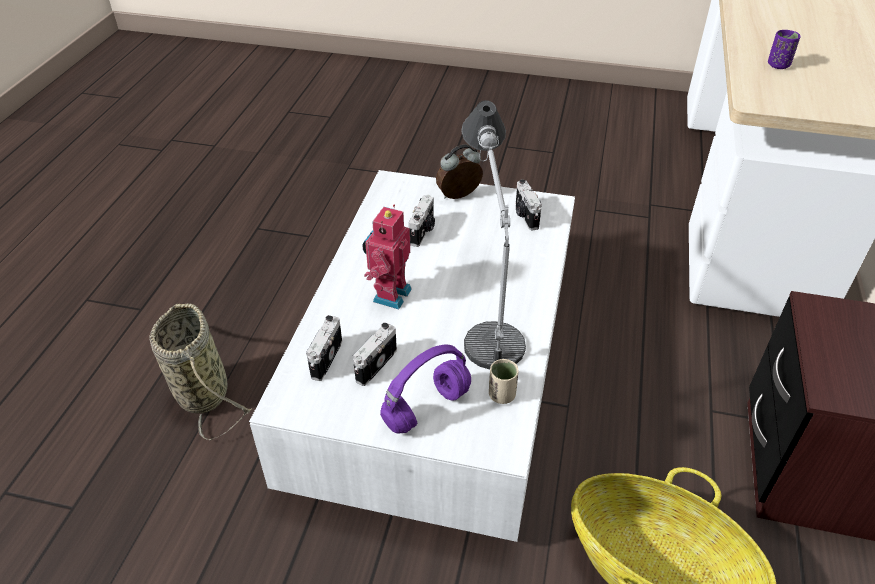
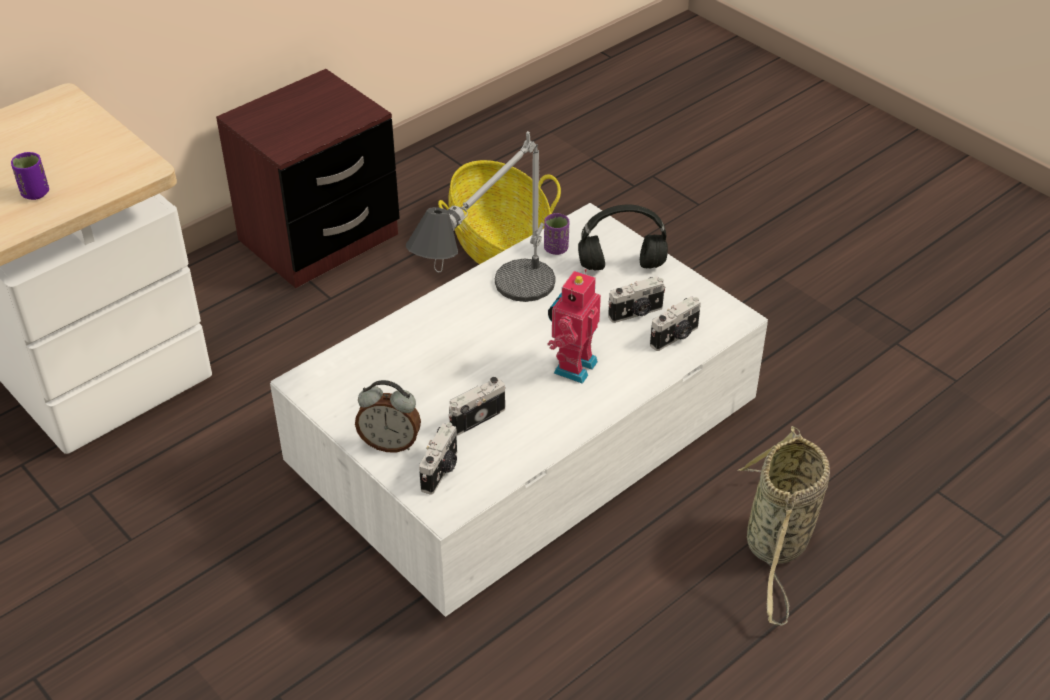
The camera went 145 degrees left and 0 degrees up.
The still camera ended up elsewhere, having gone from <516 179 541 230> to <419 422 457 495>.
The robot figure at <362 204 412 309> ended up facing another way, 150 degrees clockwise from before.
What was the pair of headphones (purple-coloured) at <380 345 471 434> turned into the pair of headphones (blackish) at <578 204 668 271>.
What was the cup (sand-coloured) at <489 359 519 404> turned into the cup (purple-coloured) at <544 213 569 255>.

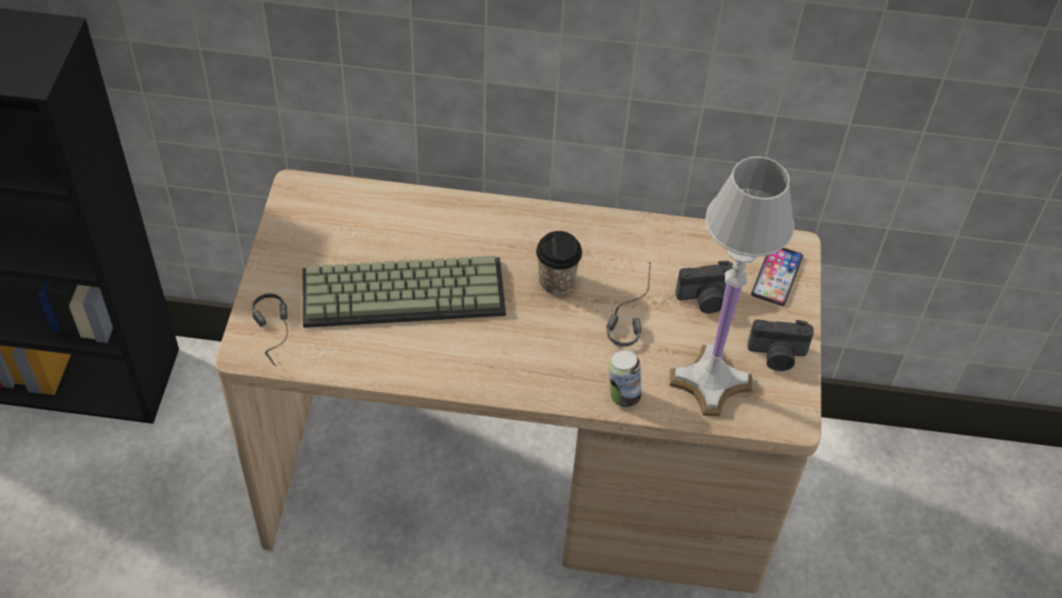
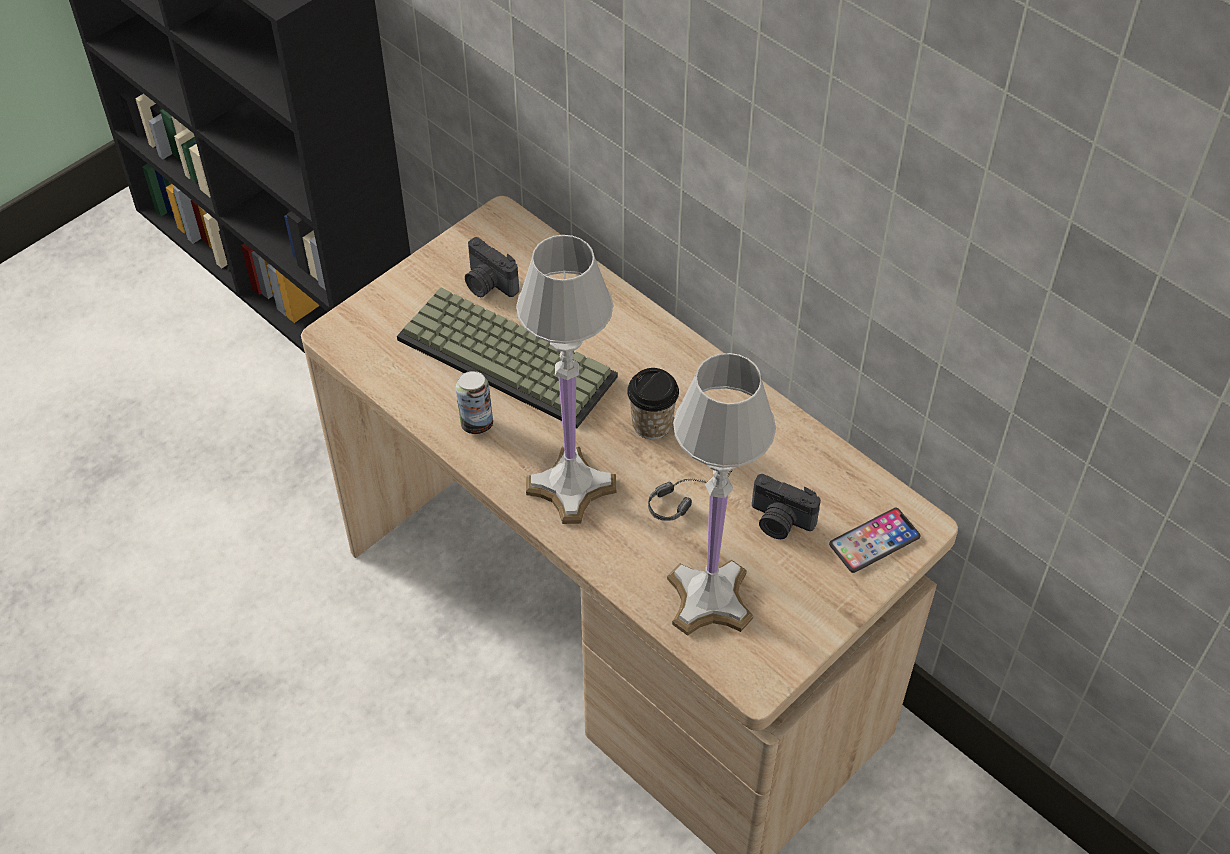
The camera went 40 degrees right and 0 degrees up.
The second view lost the pair of headphones at <252 294 288 366>.
The still camera ended up elsewhere, having gone from <748 320 814 371> to <465 237 519 297>.
The metal can ended up elsewhere, having gone from <609 350 642 407> to <456 371 493 434>.
The second view gained the lamp for a table (whitish) at <516 235 616 524>.

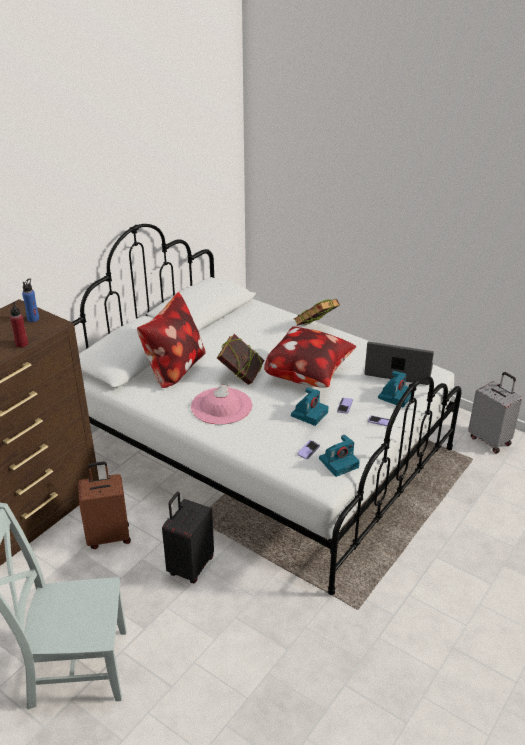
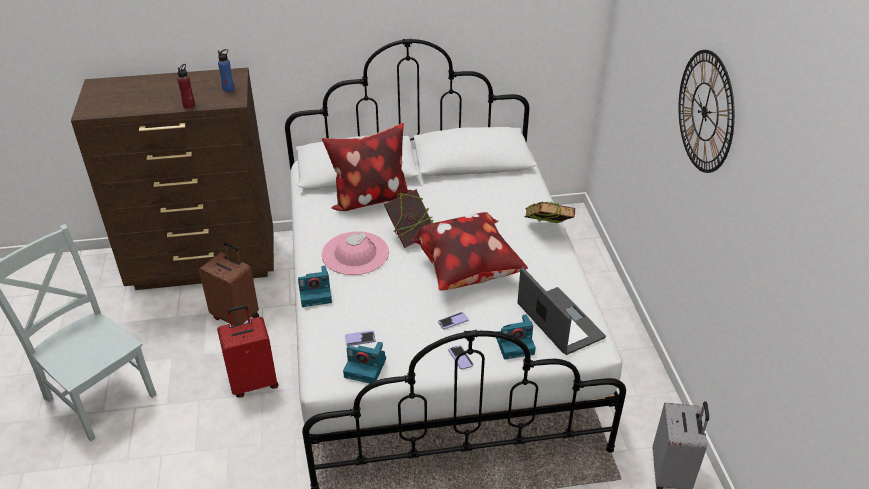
The camera went 45 degrees right and 5 degrees up.
The still camera ended up elsewhere, having gone from <291 387 329 426> to <298 266 332 307>.
What was the travel case (blackish) at <162 492 214 583> turned into the travel case (red) at <217 305 278 398>.
The second view gained the wall clock at <679 50 735 173>.

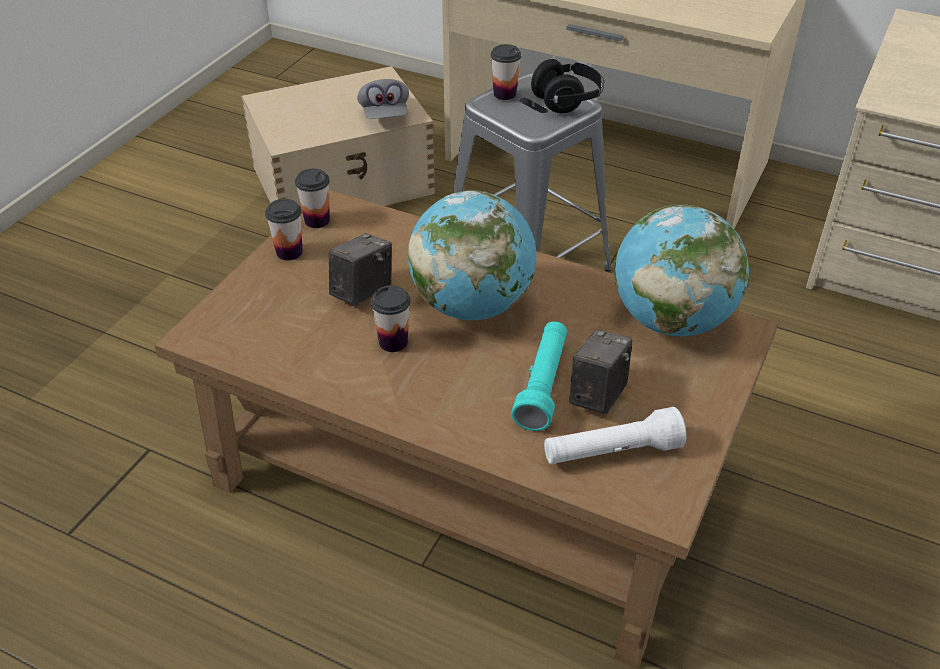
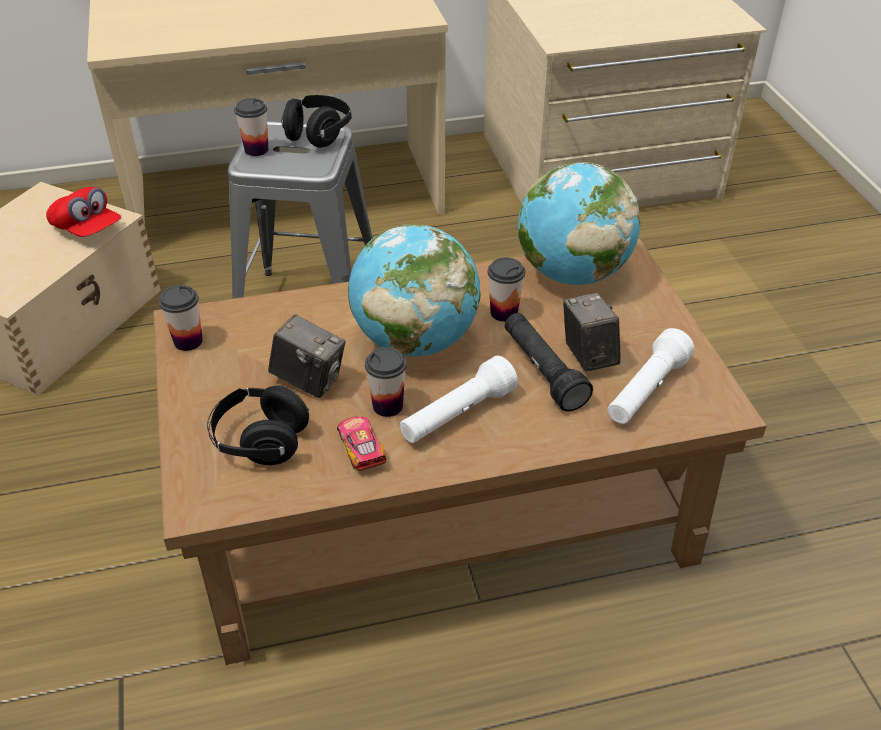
The camera went 40 degrees left and 0 degrees up.
What was the cap (greyish) at <357 79 409 119> turned into the cap (red) at <46 187 121 237>.
The cup ended up elsewhere, having gone from <265 199 303 260> to <488 257 525 322>.
The still camera at <329 233 392 306> ended up facing another way, 120 degrees clockwise from before.
What was the flashlight (turquoise-coloured) at <511 321 567 431> turned into the flashlight (blackish) at <504 313 593 412>.
The second view gained the flashlight (whitish) at <400 356 518 443>.
The second view gained the pair of headphones (blackish) at <207 385 310 465>.
The second view gained the miniature car at <337 416 386 471>.

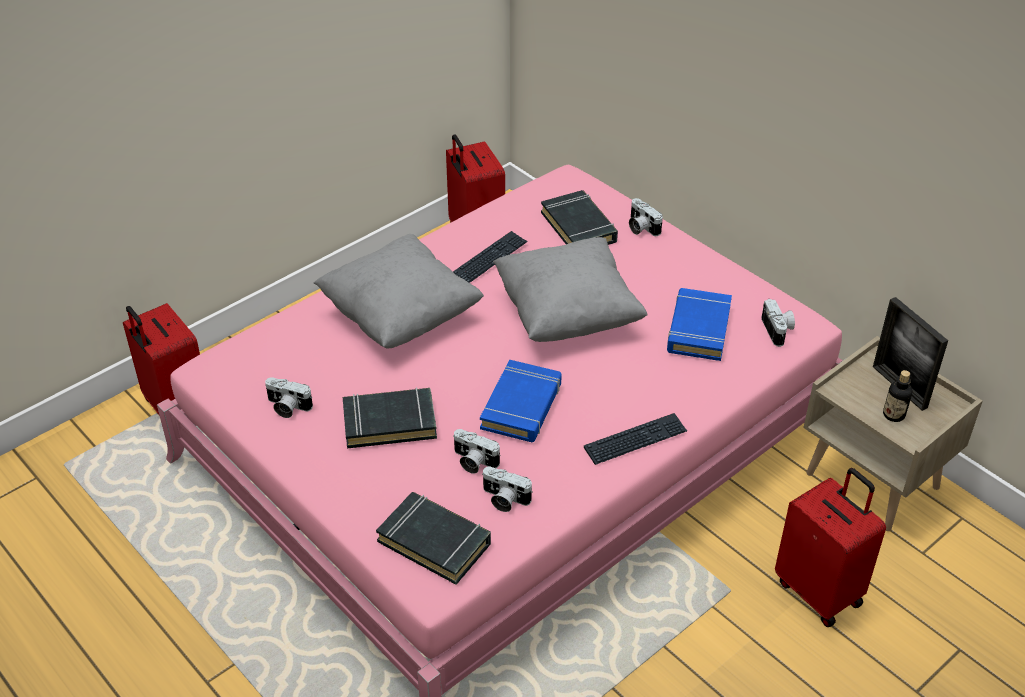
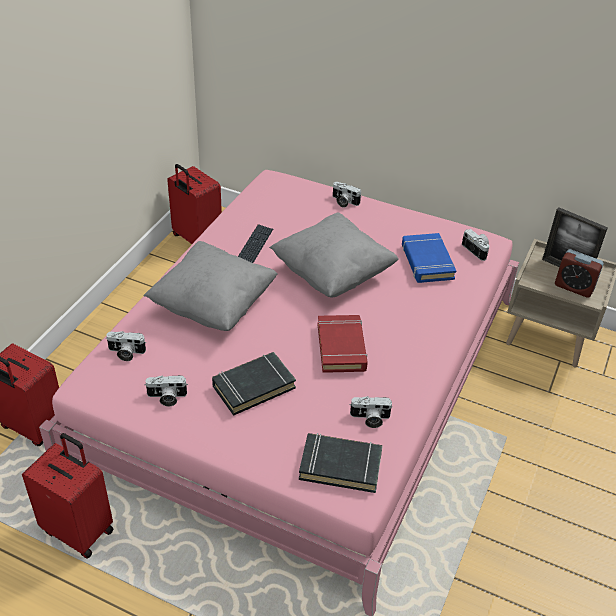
The camera went 25 degrees left and 0 degrees up.
The second view lost the bound book (blackish) at <541 190 618 245>.
What was the bound book (blue-coloured) at <480 360 562 442> turned into the bound book (red) at <317 315 368 373>.
Where the bottle stood at <883 370 913 422>, the alarm clock came to stand at <555 249 604 298>.
The second view lost the PC keyboard at <584 413 687 465>.
The still camera ended up elsewhere, having gone from <453 429 501 474> to <106 331 146 361>.
The travel case (red) ended up elsewhere, having gone from <775 468 886 627> to <22 433 114 559>.

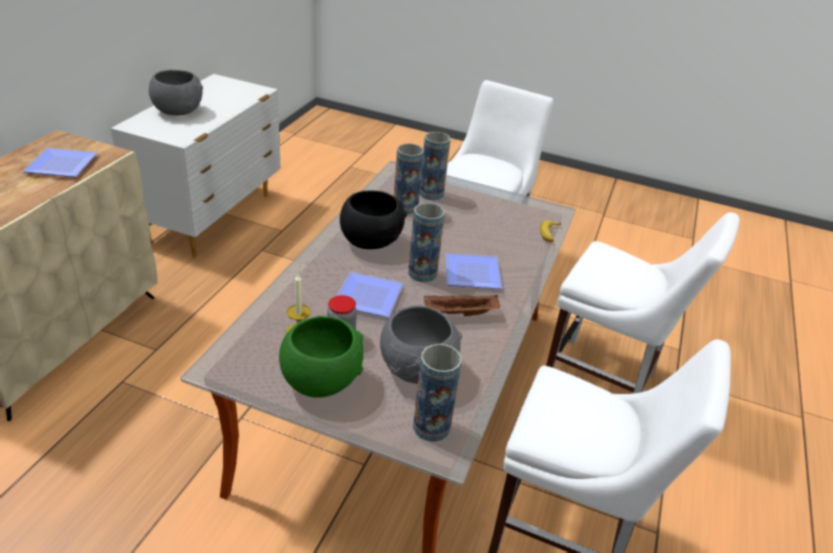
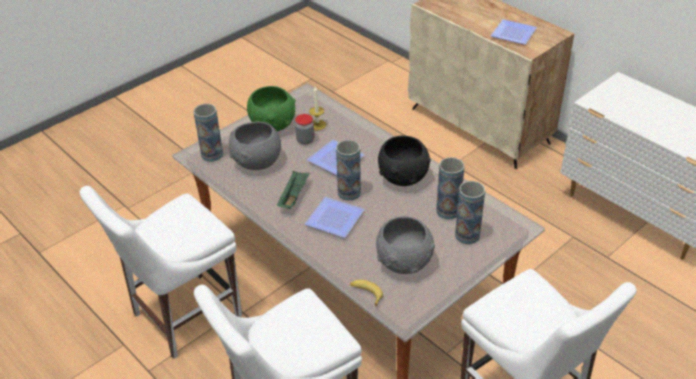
The camera went 120 degrees right and 5 degrees up.
The deep dish (greyish) ended up elsewhere, having gone from <149 70 203 115> to <376 216 435 274>.
What was the carrying tray (brown-coloured) at <424 295 500 317> turned into the carrying tray (green) at <277 171 310 209>.

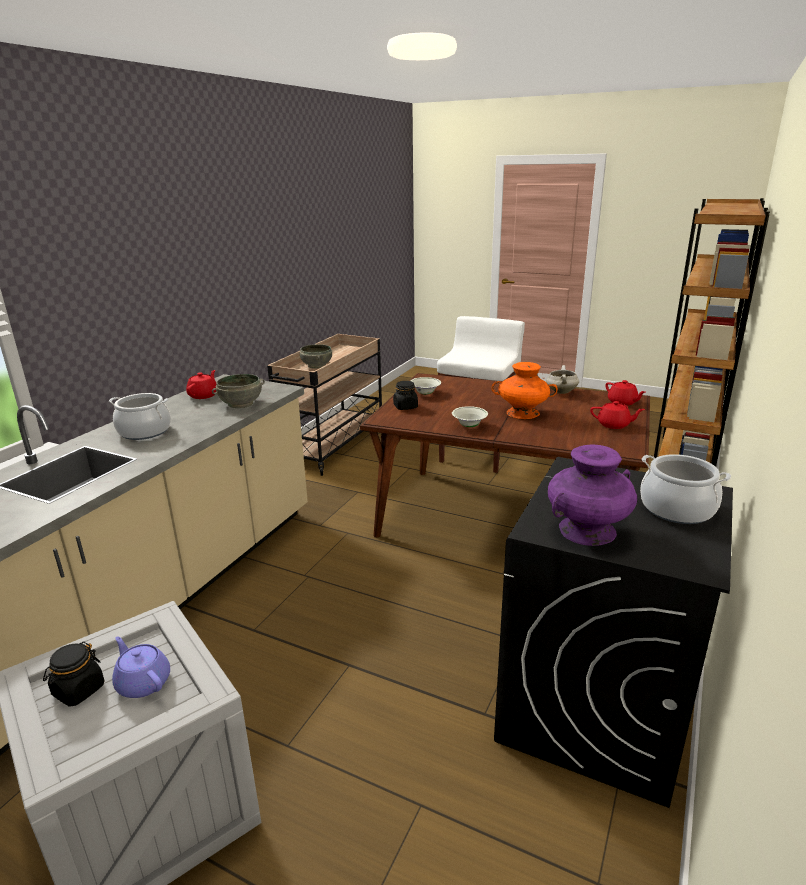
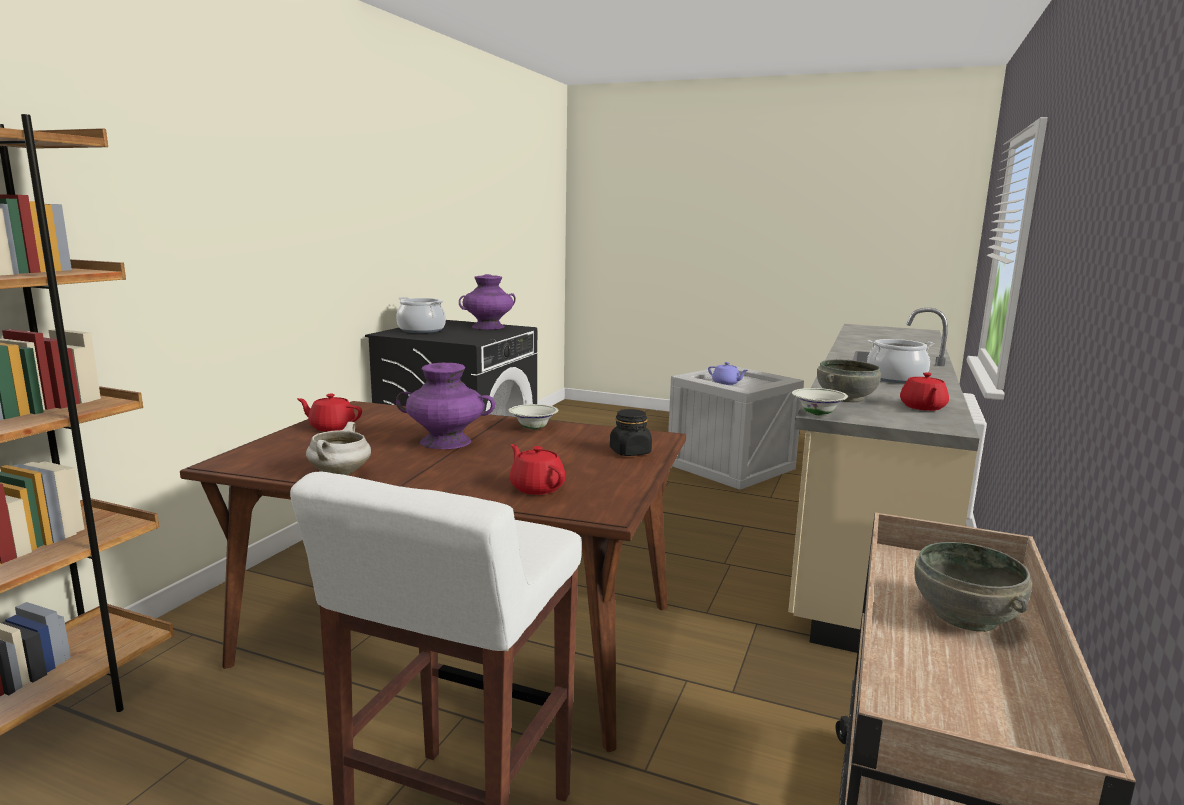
The camera went 175 degrees right and 10 degrees down.
What was the decorative vase (orange-coloured) at <492 362 558 419> turned into the decorative vase (purple-coloured) at <396 363 495 449>.
The deep dish (whitish) ended up elsewhere, having gone from <411 377 441 395> to <792 388 848 415>.
The tea pot (red) ended up elsewhere, having gone from <605 380 645 406> to <510 444 565 495>.
The second view lost the preserve jar (blackish) at <43 641 104 707>.

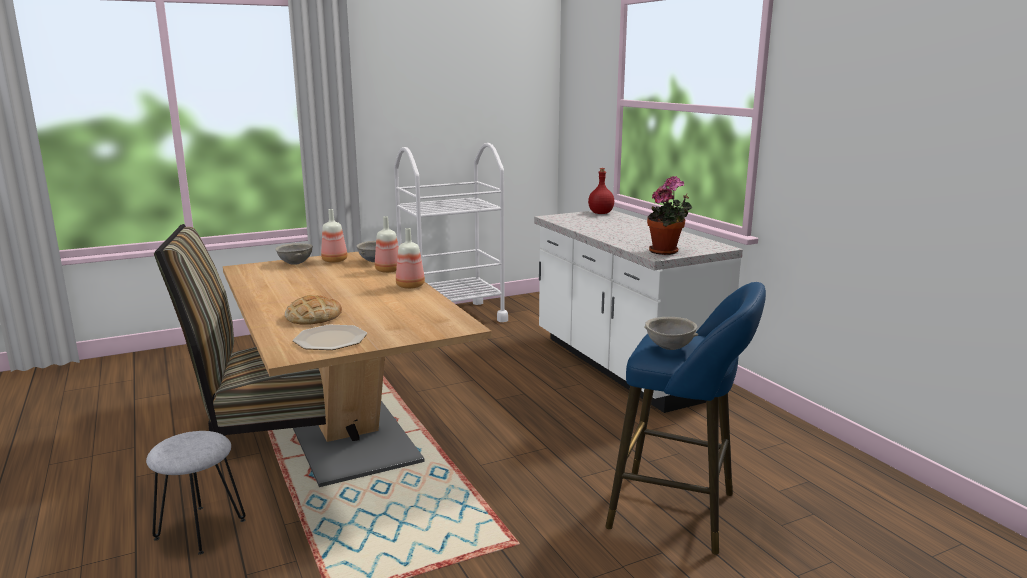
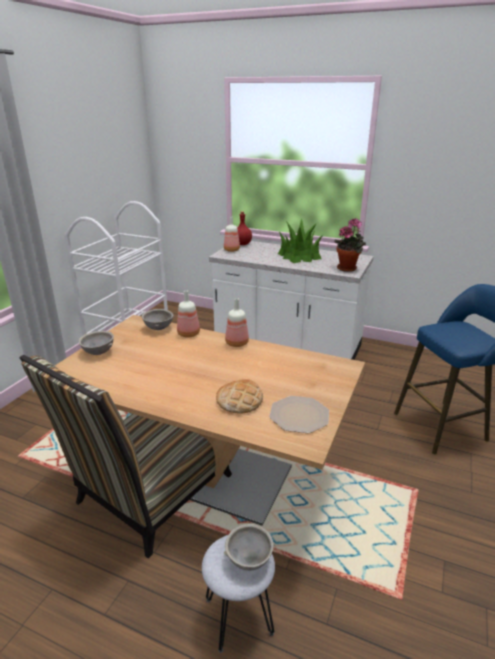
The camera went 40 degrees left and 10 degrees up.
The bottle ended up elsewhere, having gone from <321 209 347 263> to <224 217 240 252>.
The deep dish (greyish) ended up elsewhere, having gone from <644 317 698 350> to <224 524 275 571>.
The second view gained the potted plant at <278 218 323 263>.

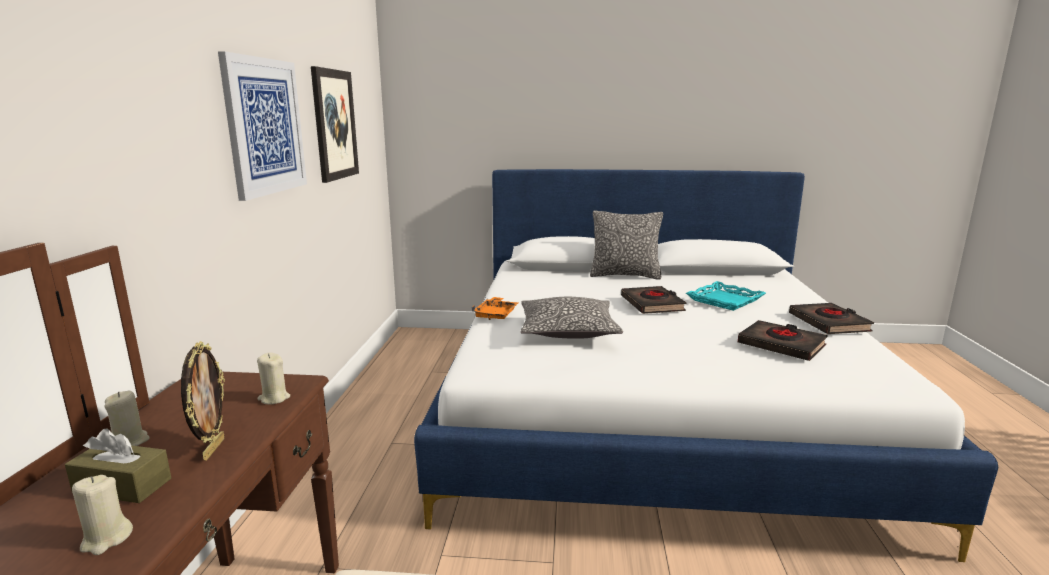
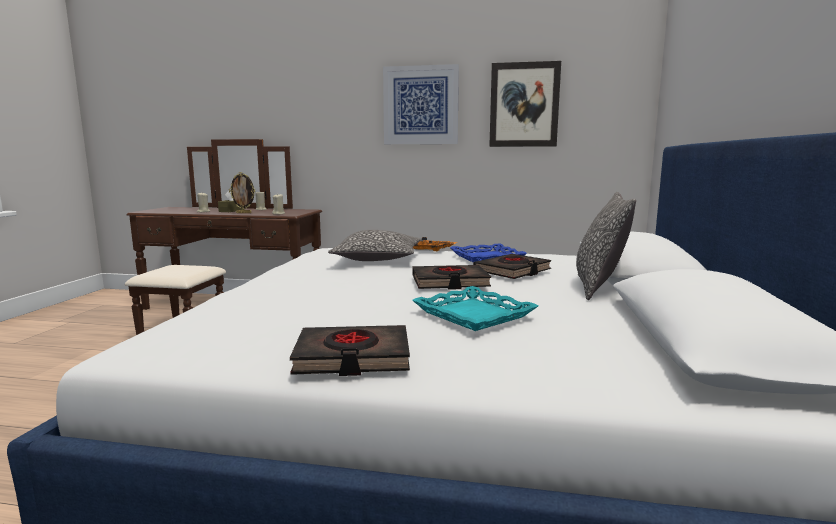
The camera went 95 degrees right and 5 degrees down.
The bound book (blackish) ended up elsewhere, having gone from <738 320 828 361> to <473 254 551 279>.
The second view gained the carrying tray (blue-coloured) at <450 243 527 262>.

